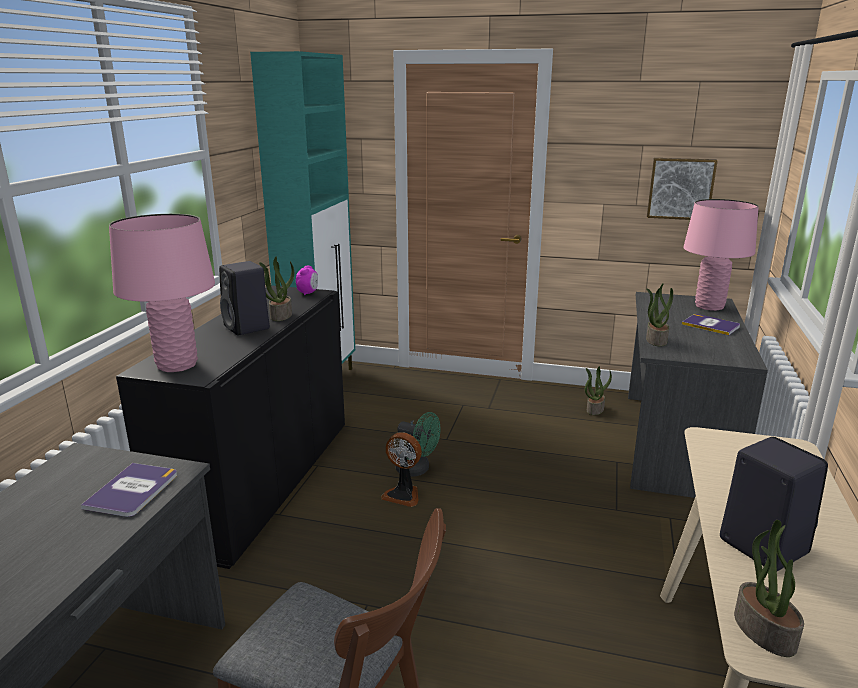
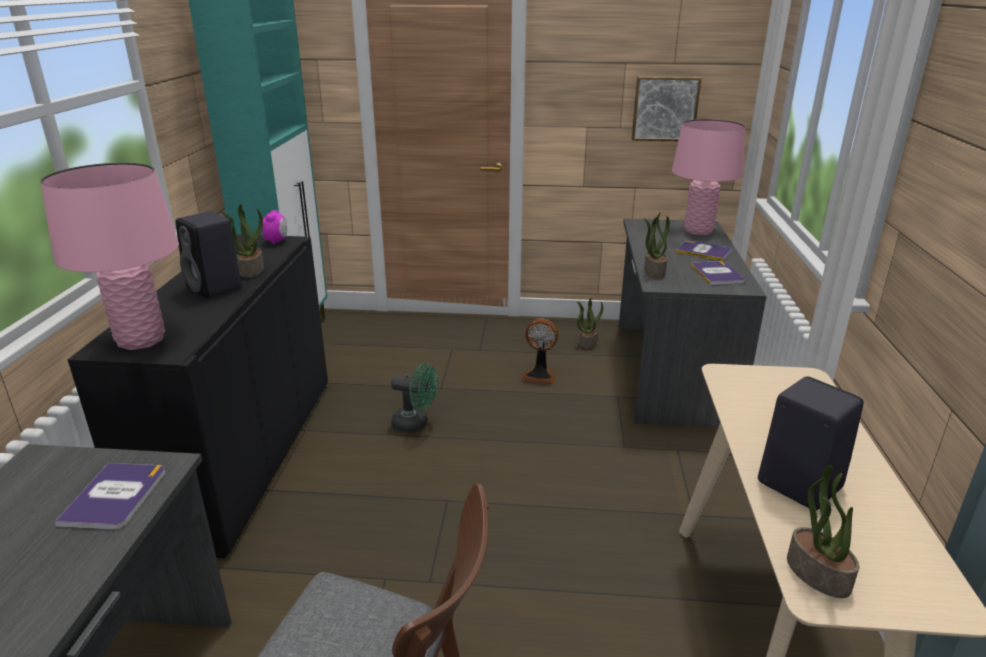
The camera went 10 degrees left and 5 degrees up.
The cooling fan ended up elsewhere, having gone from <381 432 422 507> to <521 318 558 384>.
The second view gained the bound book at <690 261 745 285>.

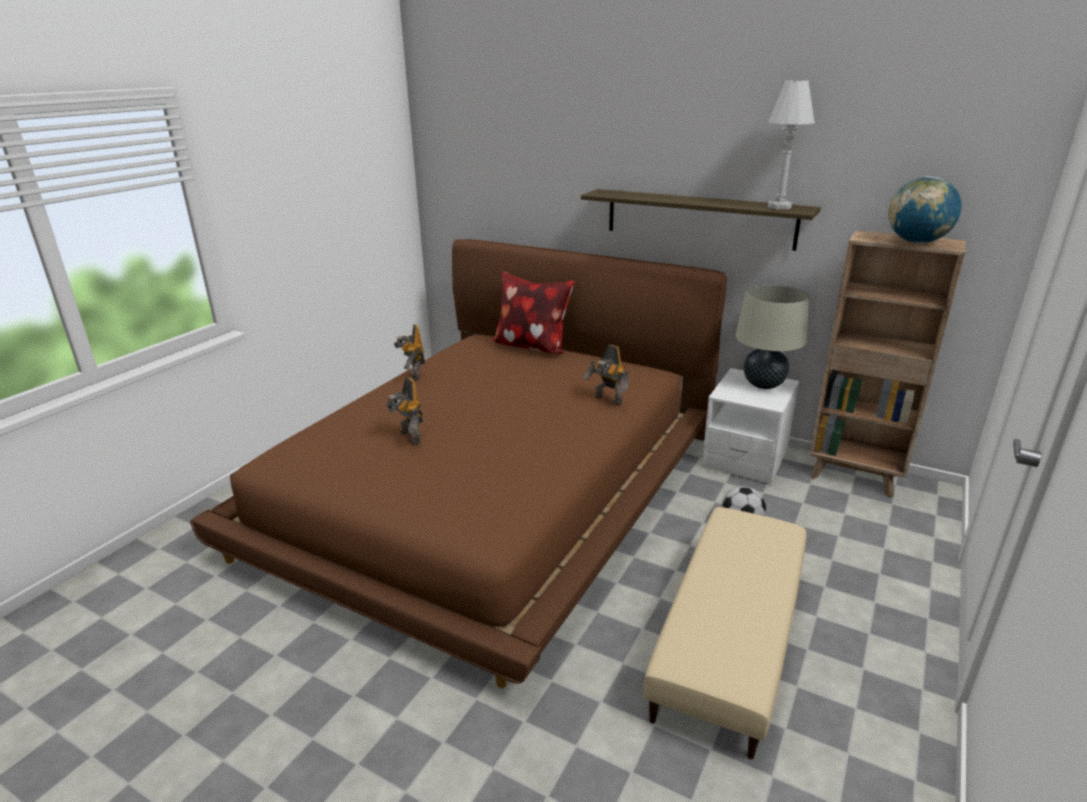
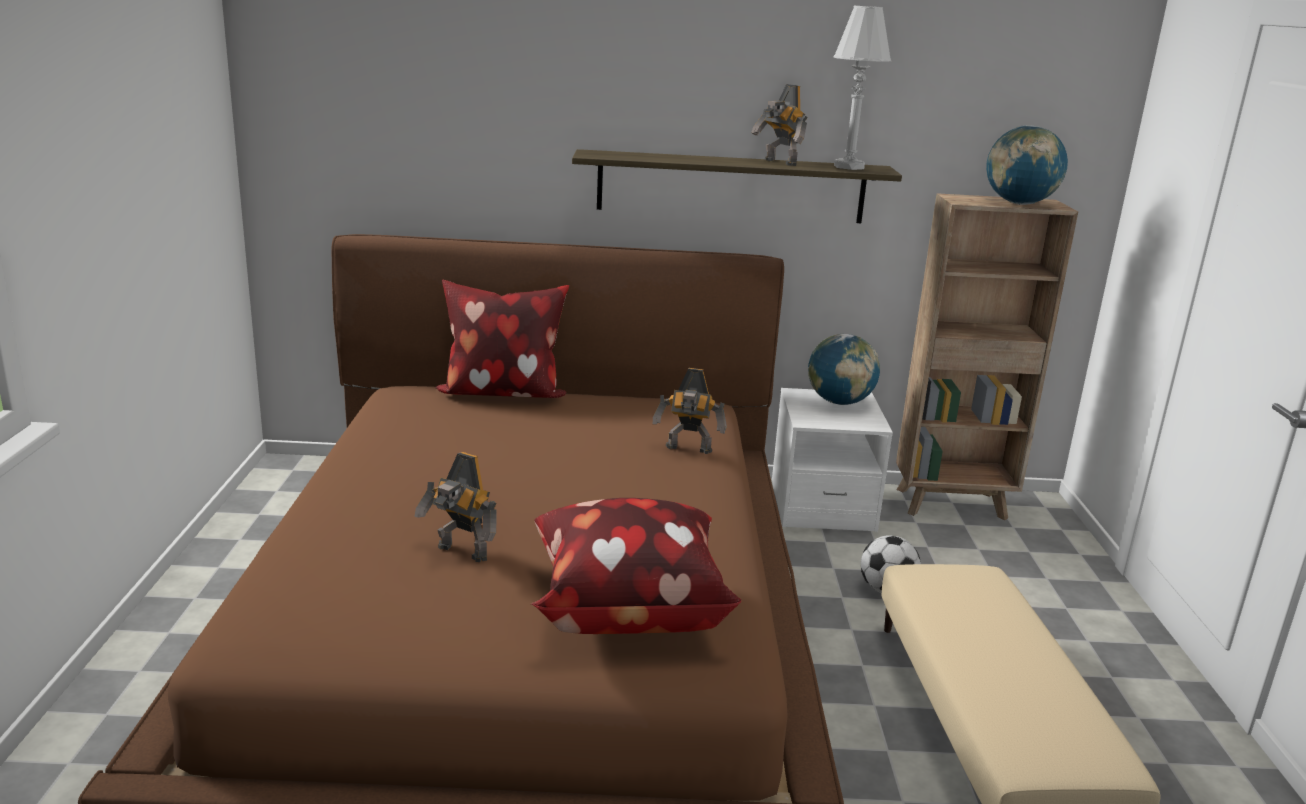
The camera went 30 degrees left and 5 degrees down.
Where the lamp for a table (sand-coloured) stood at <735 285 809 389>, the world globe came to stand at <808 334 880 405>.
The robot figure ended up elsewhere, having gone from <394 324 425 381> to <751 84 807 166>.
The second view gained the throw pillow at <531 498 741 634>.

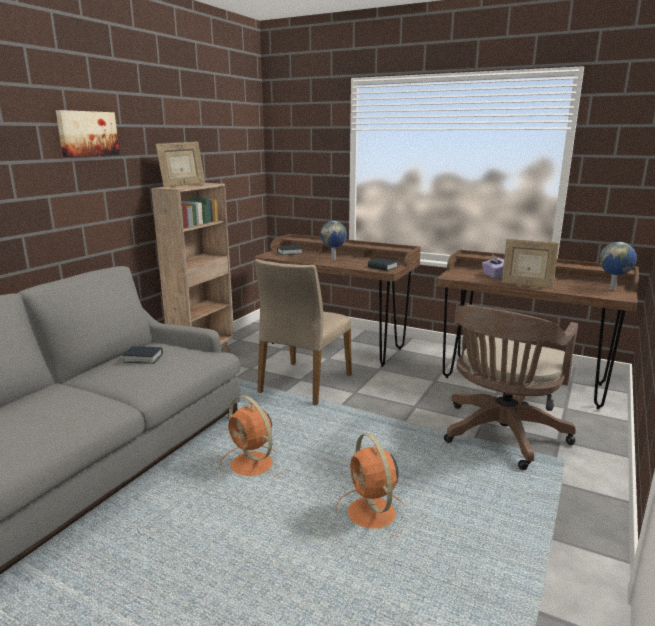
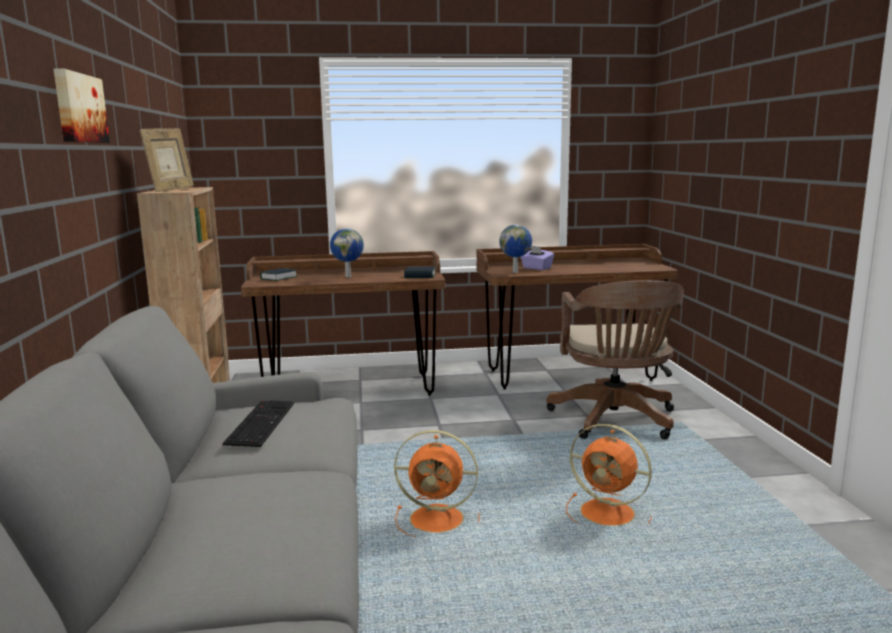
The camera went 35 degrees left and 5 degrees down.
The second view lost the standing frame at <502 239 559 288>.
The world globe ended up elsewhere, having gone from <599 242 637 290> to <499 225 532 273>.
The second view lost the upright chair (sand-coloured) at <255 259 352 406>.
Where the bound book stood at <122 346 163 364>, the PC keyboard came to stand at <223 400 294 447>.

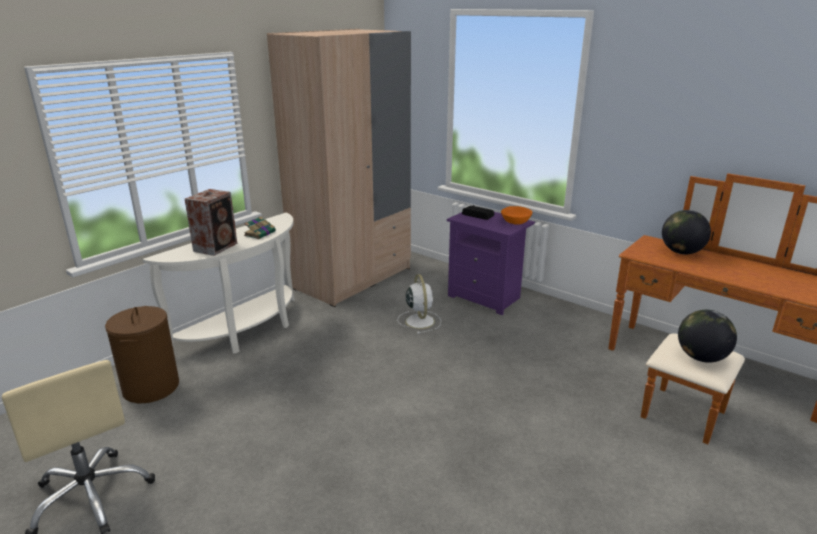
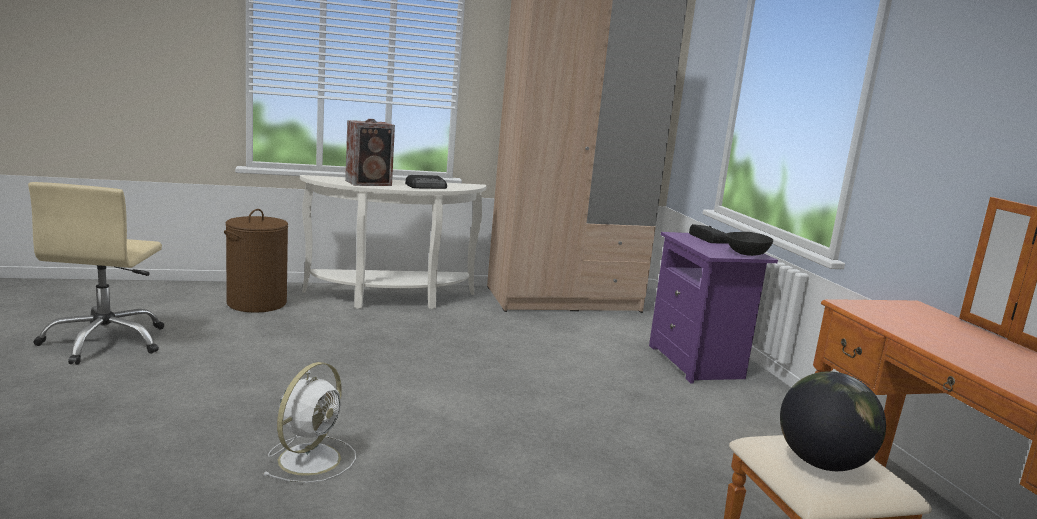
The camera went 35 degrees right and 10 degrees down.
What was the deep dish (orange-coloured) at <501 206 532 225> turned into the deep dish (blackish) at <725 232 773 256>.
The second view lost the world globe at <662 210 711 254>.
Where the bound book stood at <244 216 276 239>, the radio set came to stand at <405 175 447 189>.
The cooling fan (whitish) ended up elsewhere, having gone from <397 274 441 334> to <262 362 356 483>.

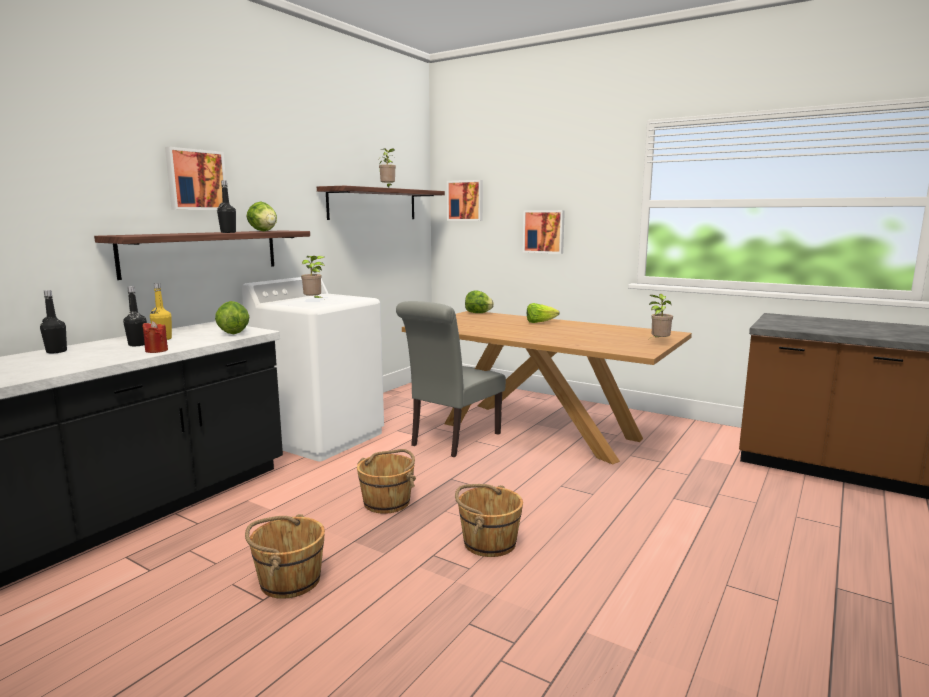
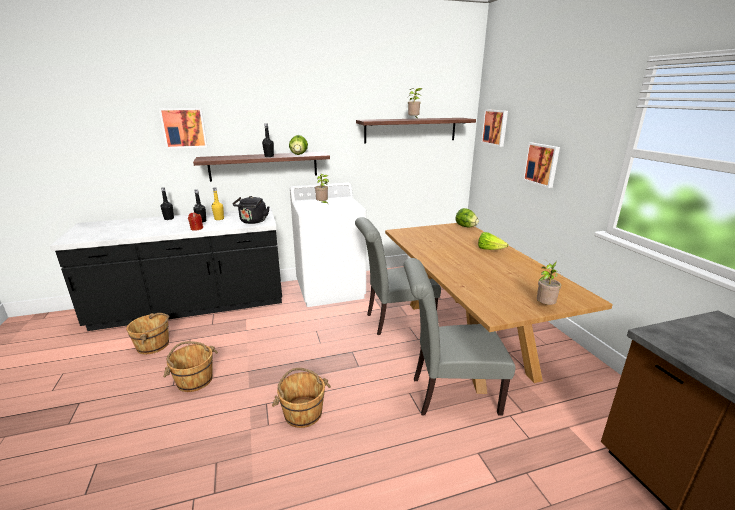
The camera went 40 degrees right and 10 degrees up.
The picture ended up elsewhere, having gone from <165 147 226 210> to <159 108 208 149>.
Where the lettuce stood at <215 301 249 334>, the water kettle (blackish) came to stand at <233 196 270 224>.
The pail (brown-coloured) ended up elsewhere, having gone from <357 449 416 514> to <126 313 169 354>.
The second view gained the upright chair (greyish) at <404 258 515 416>.

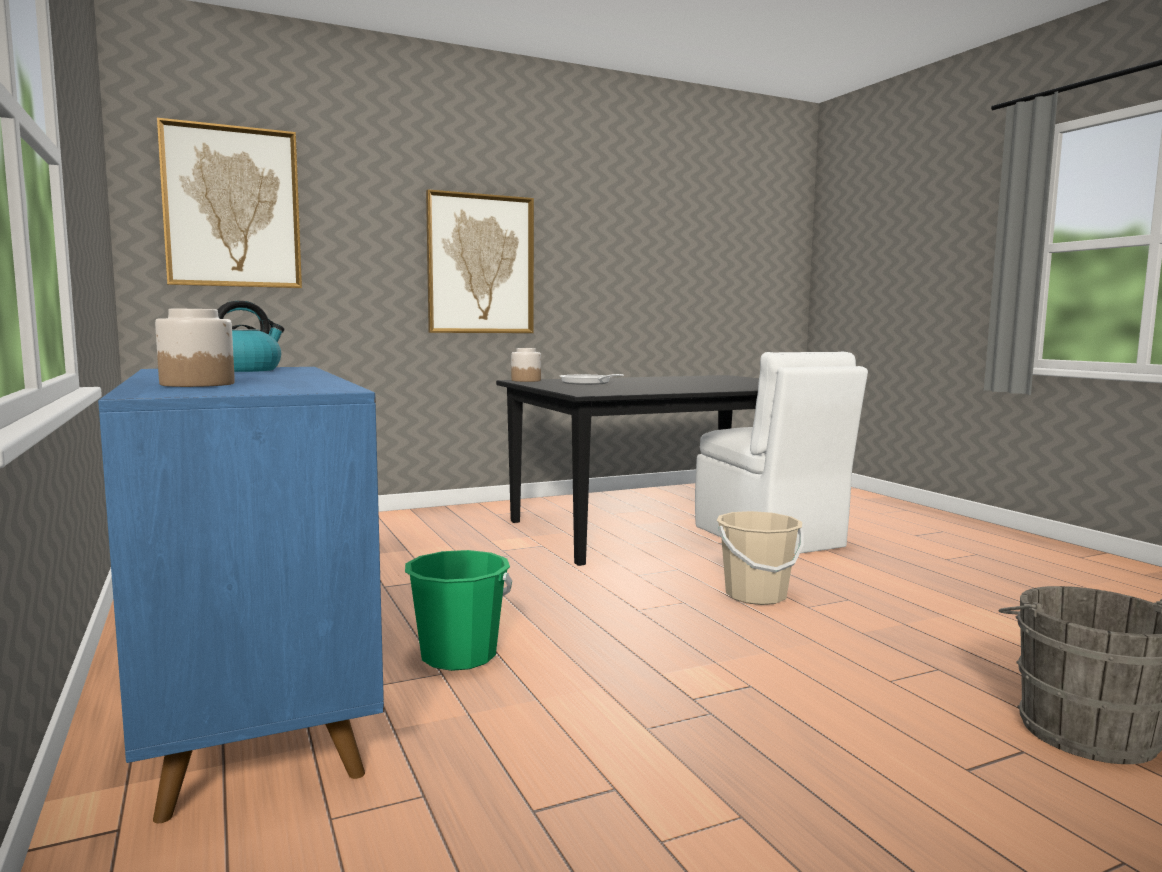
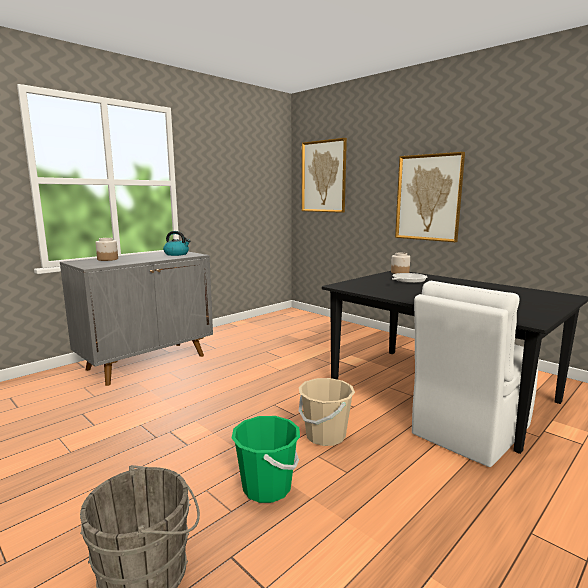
The camera went 70 degrees right and 5 degrees up.
What was the storage cabinet (blue-coloured) at <98 367 384 823> turned into the storage cabinet (greyish) at <60 252 213 386>.
The pail (green) ended up elsewhere, having gone from <405 550 512 671> to <231 416 300 503>.

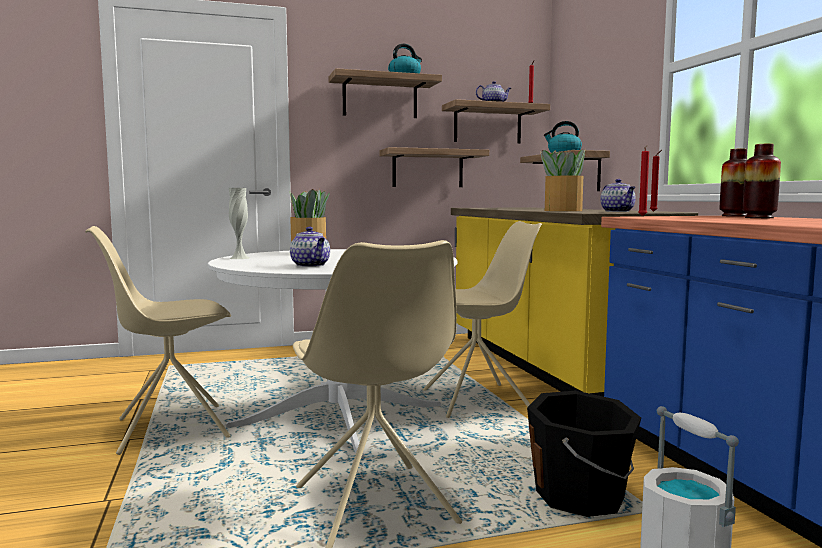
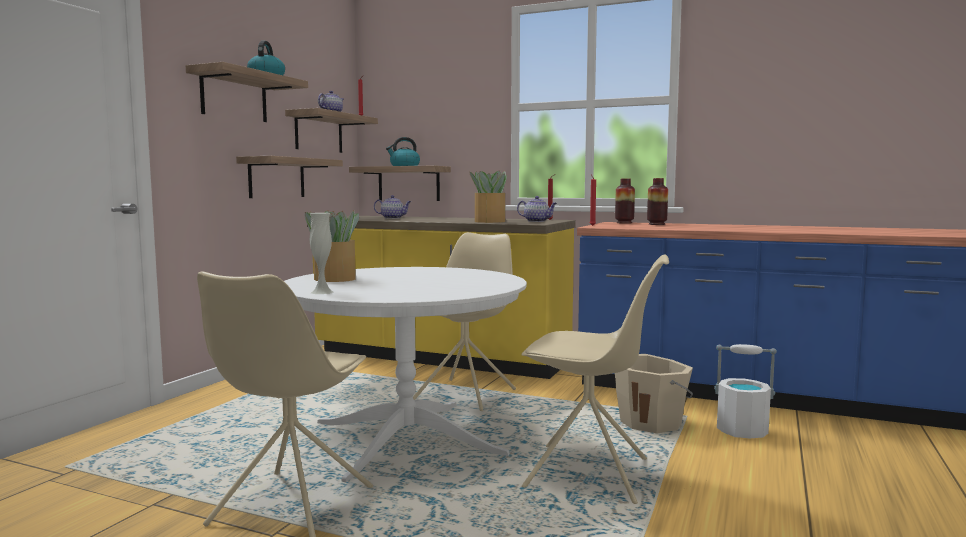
The camera went 50 degrees left and 0 degrees up.
The tea pot ended up elsewhere, having gone from <290 227 330 267> to <374 195 411 219>.
What was the pail (blackish) at <527 390 641 517> turned into the pail (sand-coloured) at <615 354 693 433>.

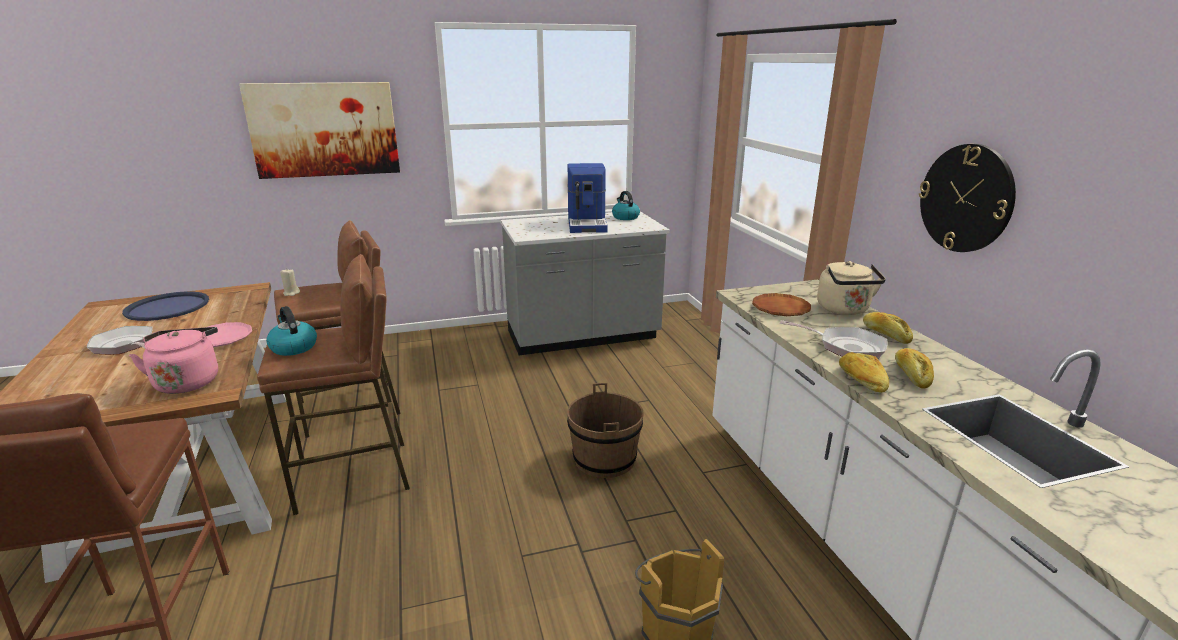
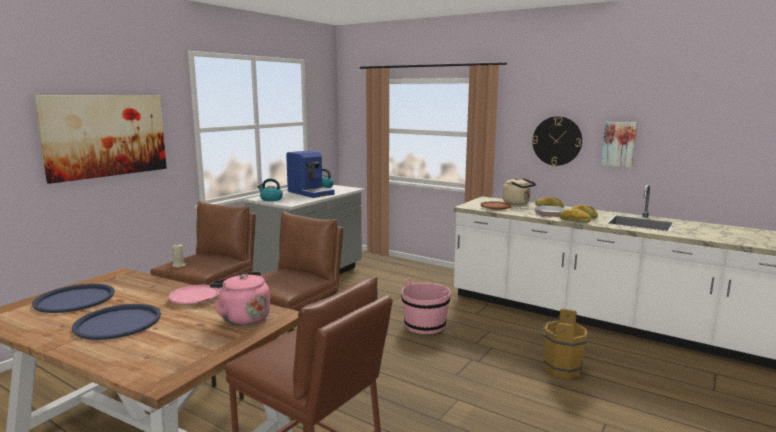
The camera went 40 degrees left and 10 degrees down.
The water kettle ended up elsewhere, having gone from <266 306 317 356> to <258 179 283 201>.
Where the pan stood at <87 326 153 354>, the carrying tray (blue-coloured) came to stand at <72 304 161 340>.
What was the pail (brown-coloured) at <567 383 644 478> turned into the pail (pinkish) at <401 278 451 334>.
The second view gained the picture at <601 122 637 167>.

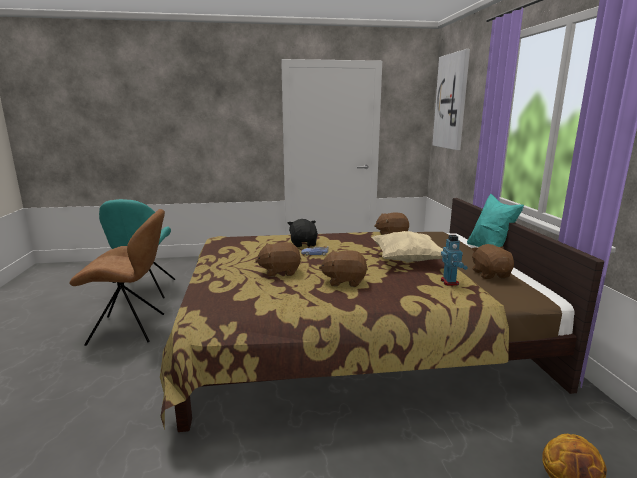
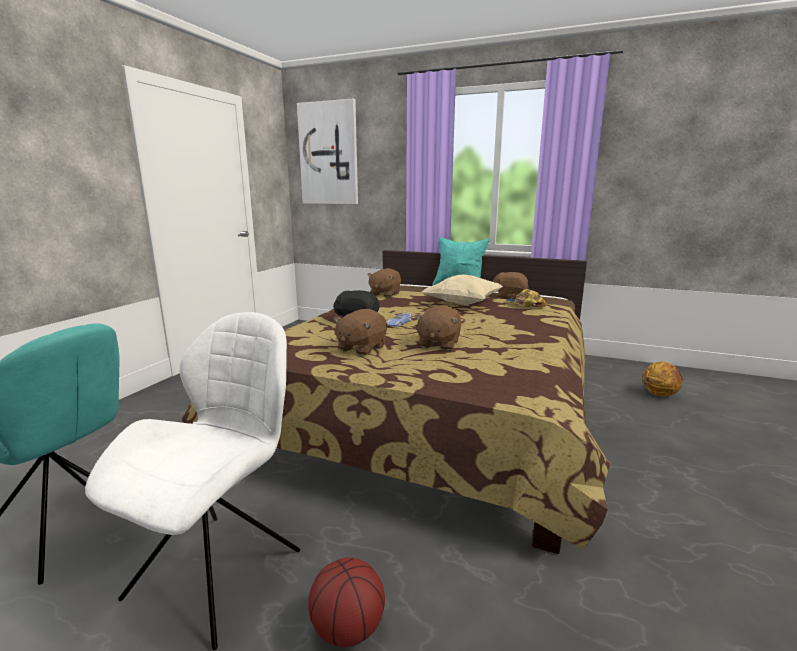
The camera went 60 degrees left and 0 degrees up.
What was the upright chair (brown-coloured) at <69 209 165 346> turned into the upright chair (whitish) at <85 312 300 650>.
Where the robot figure stood at <441 235 468 286>, the cap came to stand at <506 289 546 308>.
The soft toy (brown-coloured) ended up elsewhere, having gone from <319 250 368 287> to <333 309 387 356>.
The second view gained the basketball at <308 557 385 647>.

